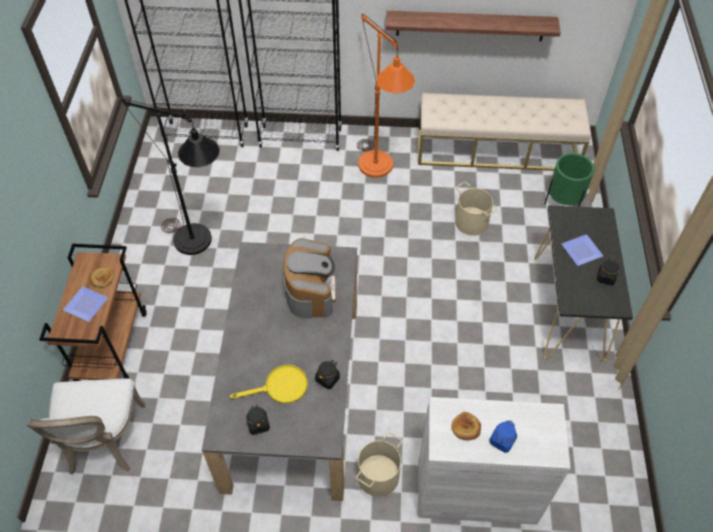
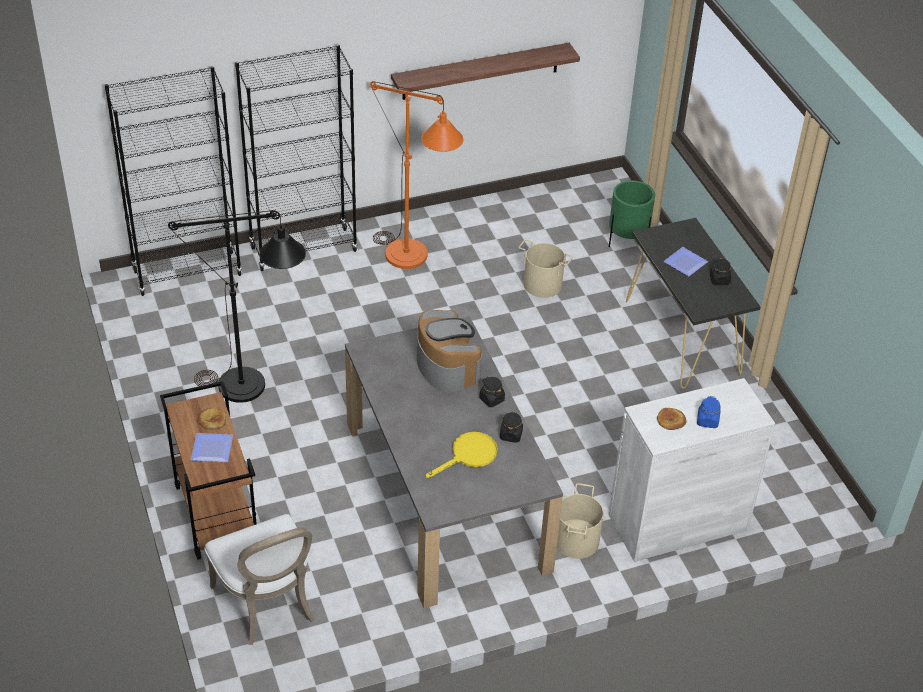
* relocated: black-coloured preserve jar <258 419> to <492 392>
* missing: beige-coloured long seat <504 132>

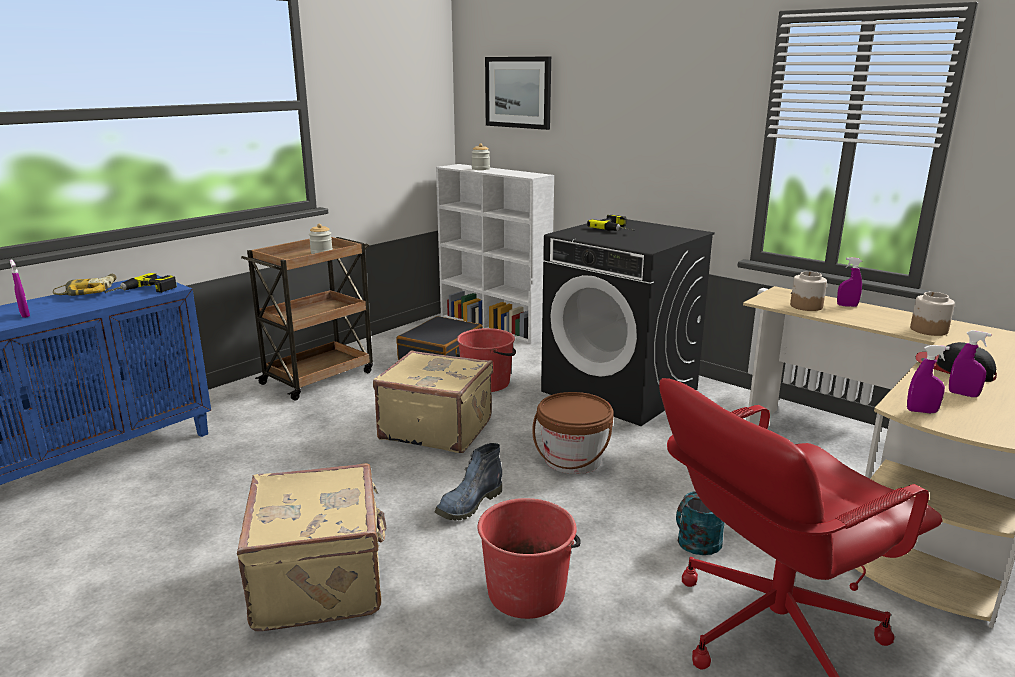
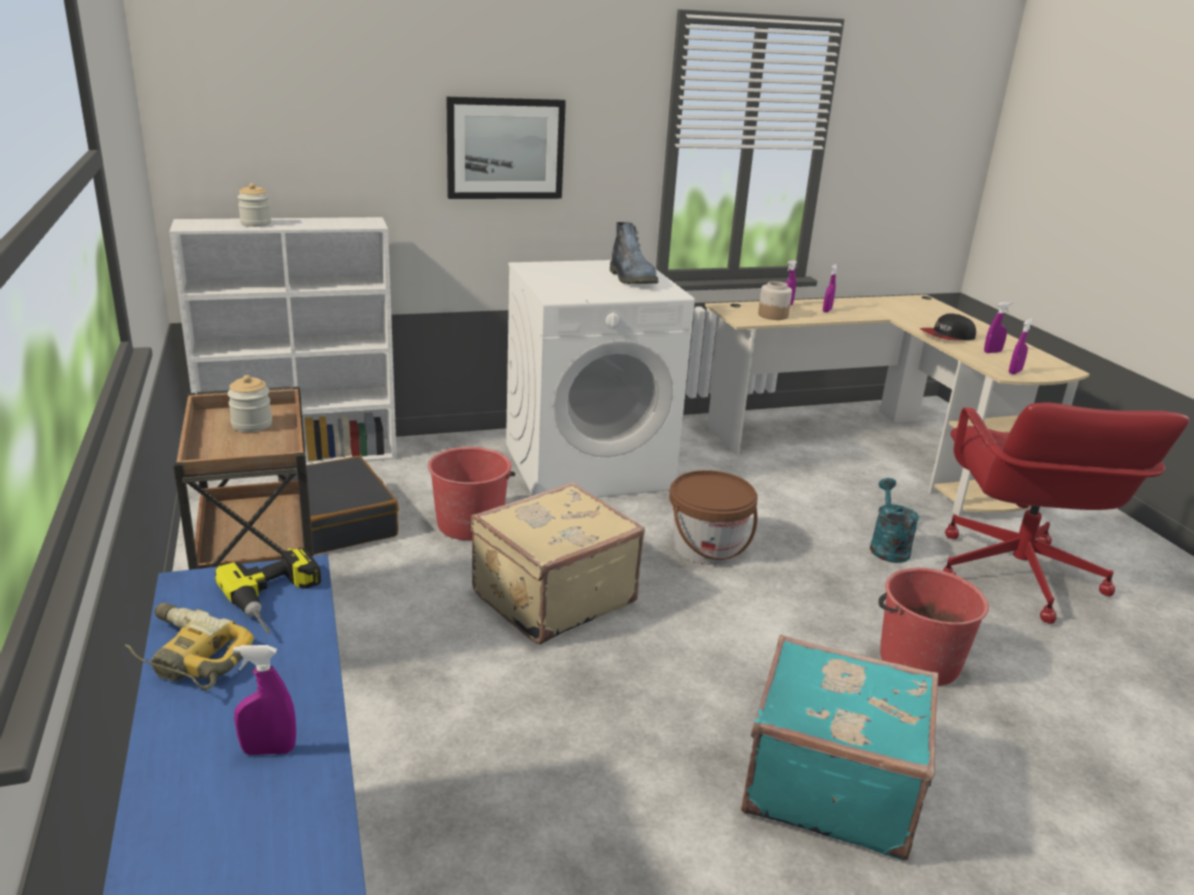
* relocated: wall art <518 93> to <506 148>
* colour: black-coloured laundry machine <628 322> to white laundry machine <600 379>
* relocated: boot <468 482> to <634 253>
* colour: beige-coloured travel case <312 547> to blue-green travel case <840 747>
* appeared: purplish spray bottle <830 288>
* missing: drill <610 223>
* missing: preserve jar <932 314>

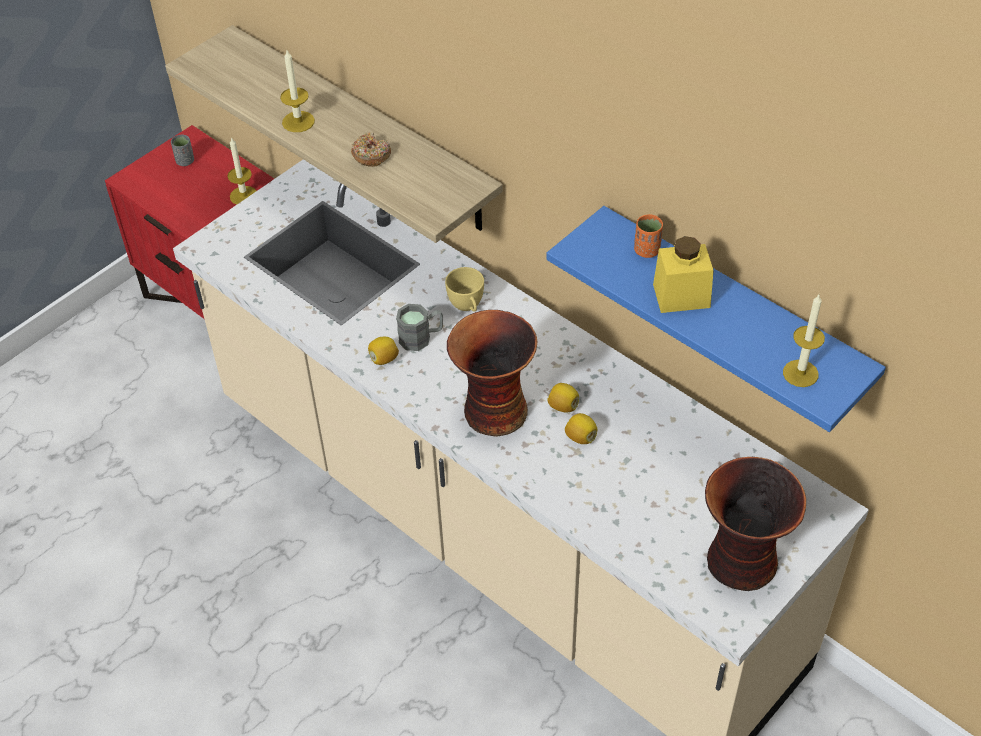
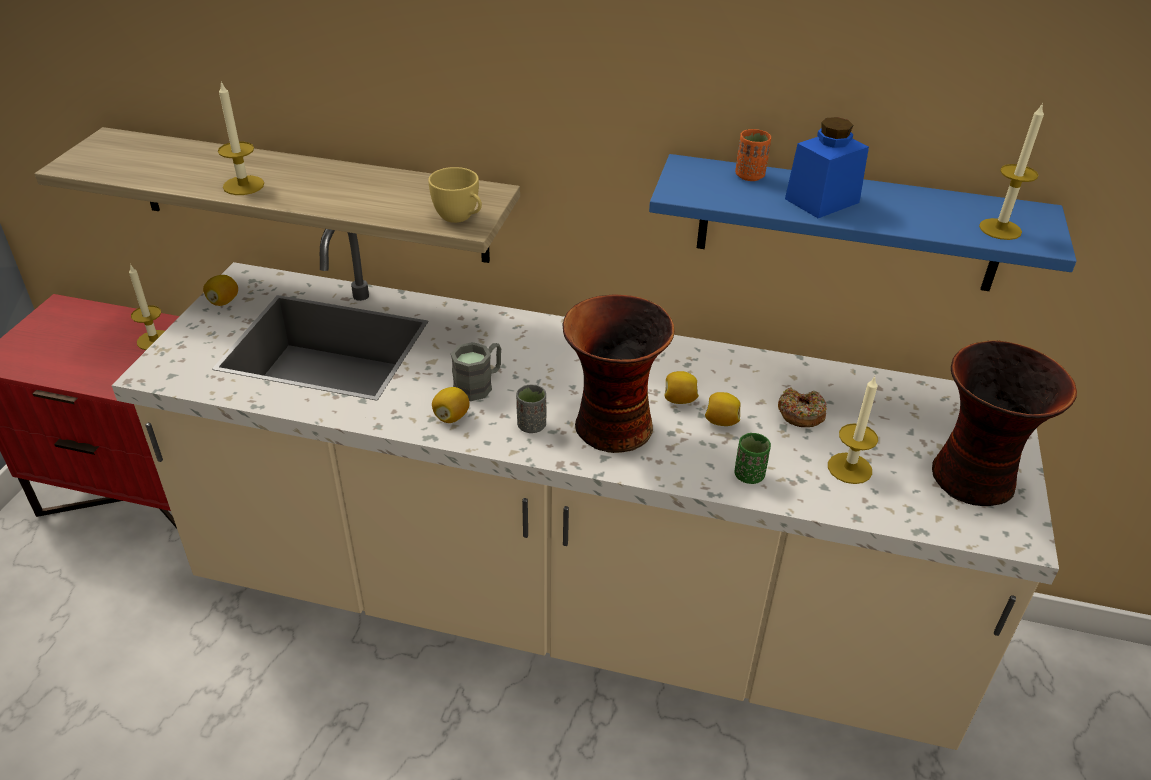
* appeared: citrus fruit <220 290>
* relocated: yellow-coloured drinking cup <464 289> to <455 195>
* relocated: gray drinking cup <182 150> to <531 409>
* appeared: green-coloured drinking cup <753 458>
* relocated: donut <371 149> to <802 407>
* colour: yellow-coloured preserve jar <683 274> to bluish preserve jar <827 167>
* appeared: wax light <853 430>

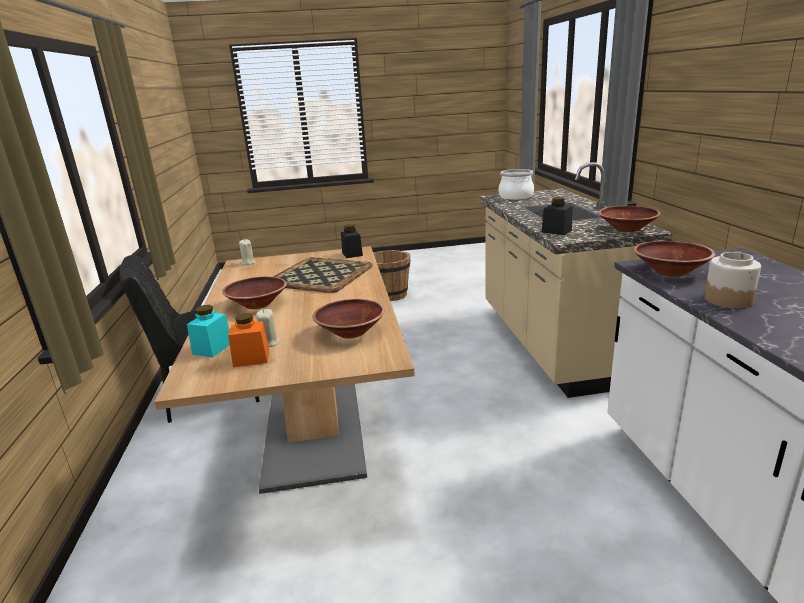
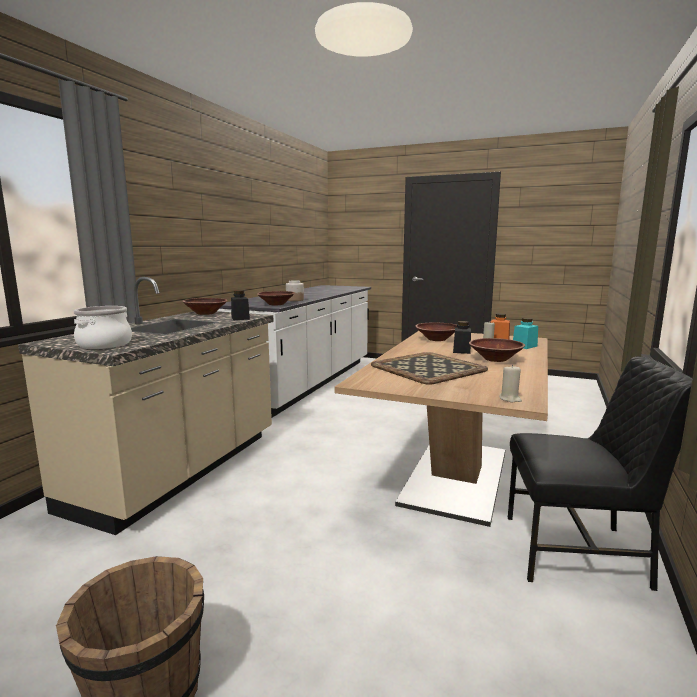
* relocated: black-coloured preserve jar <352 241> to <462 337>

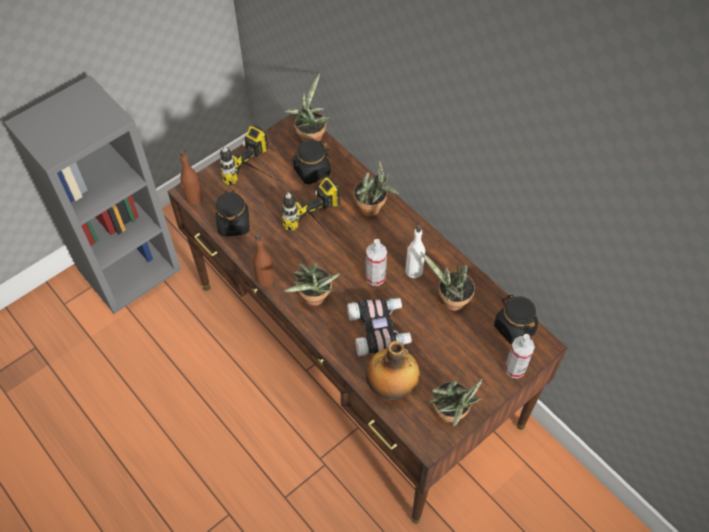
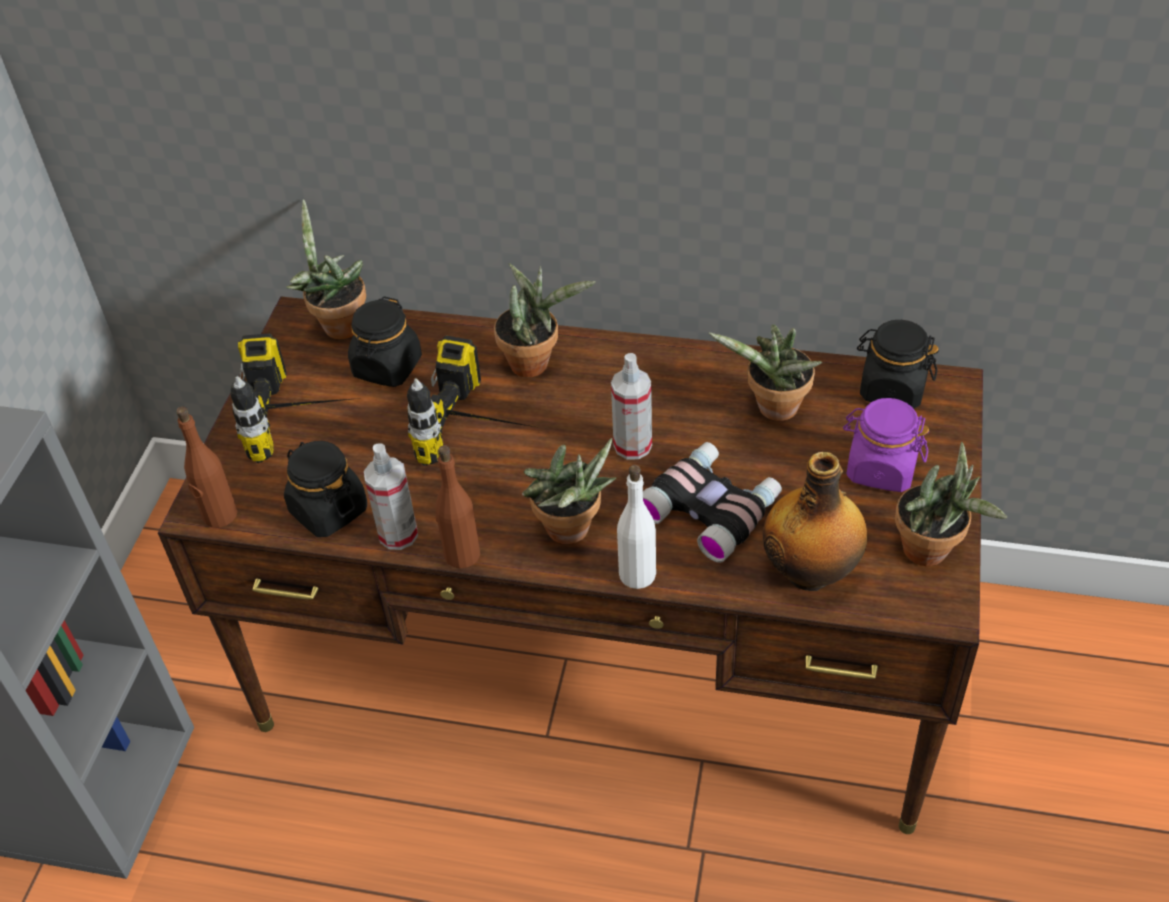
* relocated: spray bottle <519 356> to <391 496>
* relocated: white beverage bottle <415 251> to <636 527>
* appeared: purplish preserve jar <886 445>

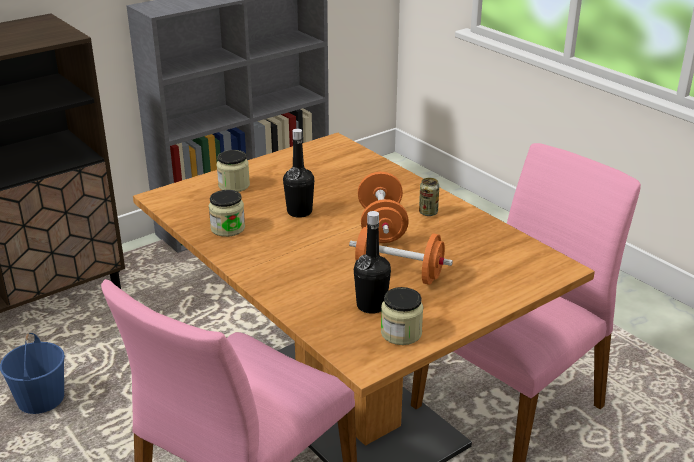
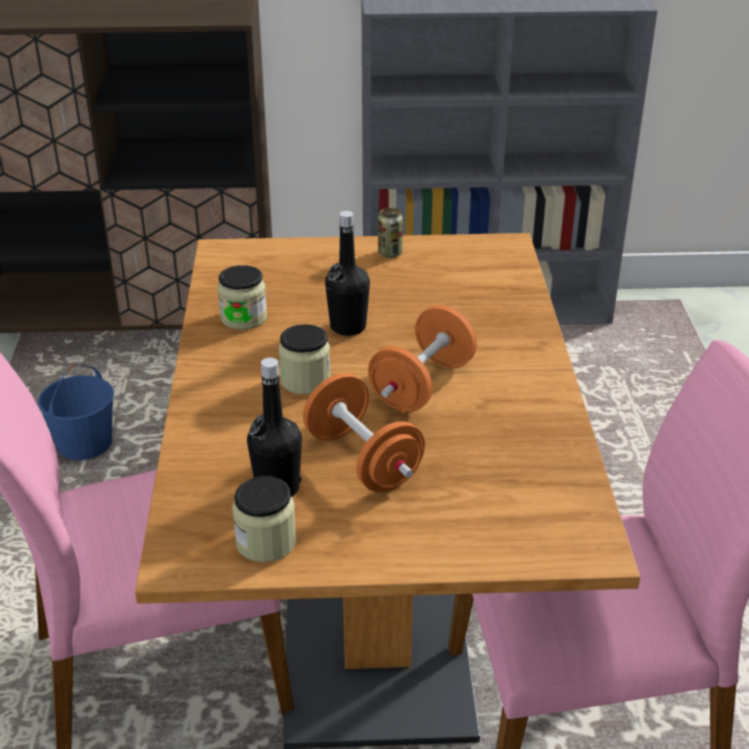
* relocated: preserve jar <233 171> to <305 359>
* relocated: metal can <429 197> to <390 233>

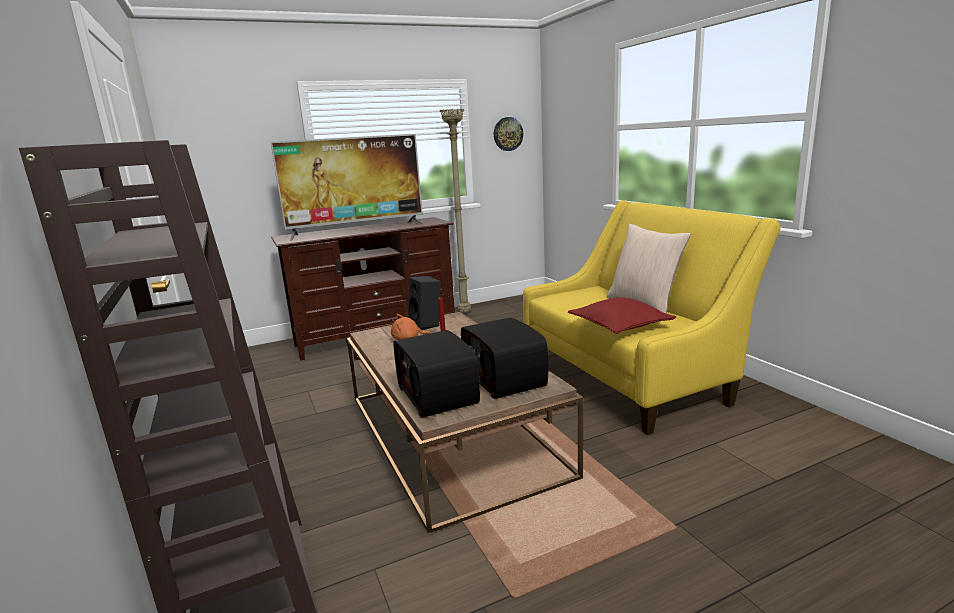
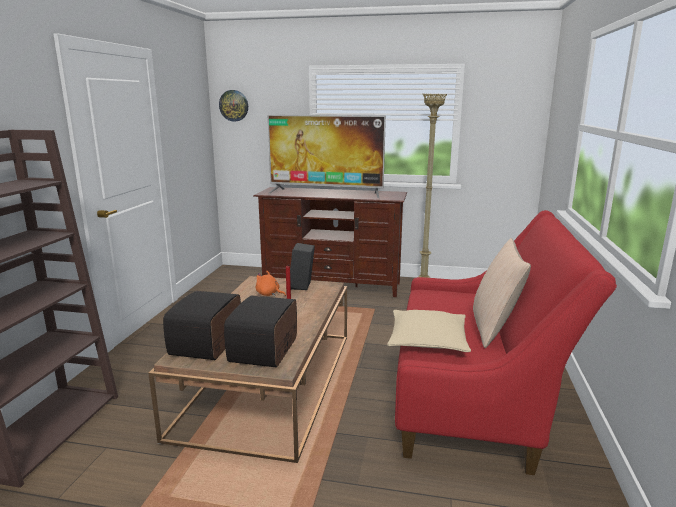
* relocated: wall clock <508 134> to <233 106>
* colour: red-coloured throw pillow <622 315> to beige-coloured throw pillow <429 331>
* colour: yellow-coloured settee <652 318> to red-coloured settee <506 342>

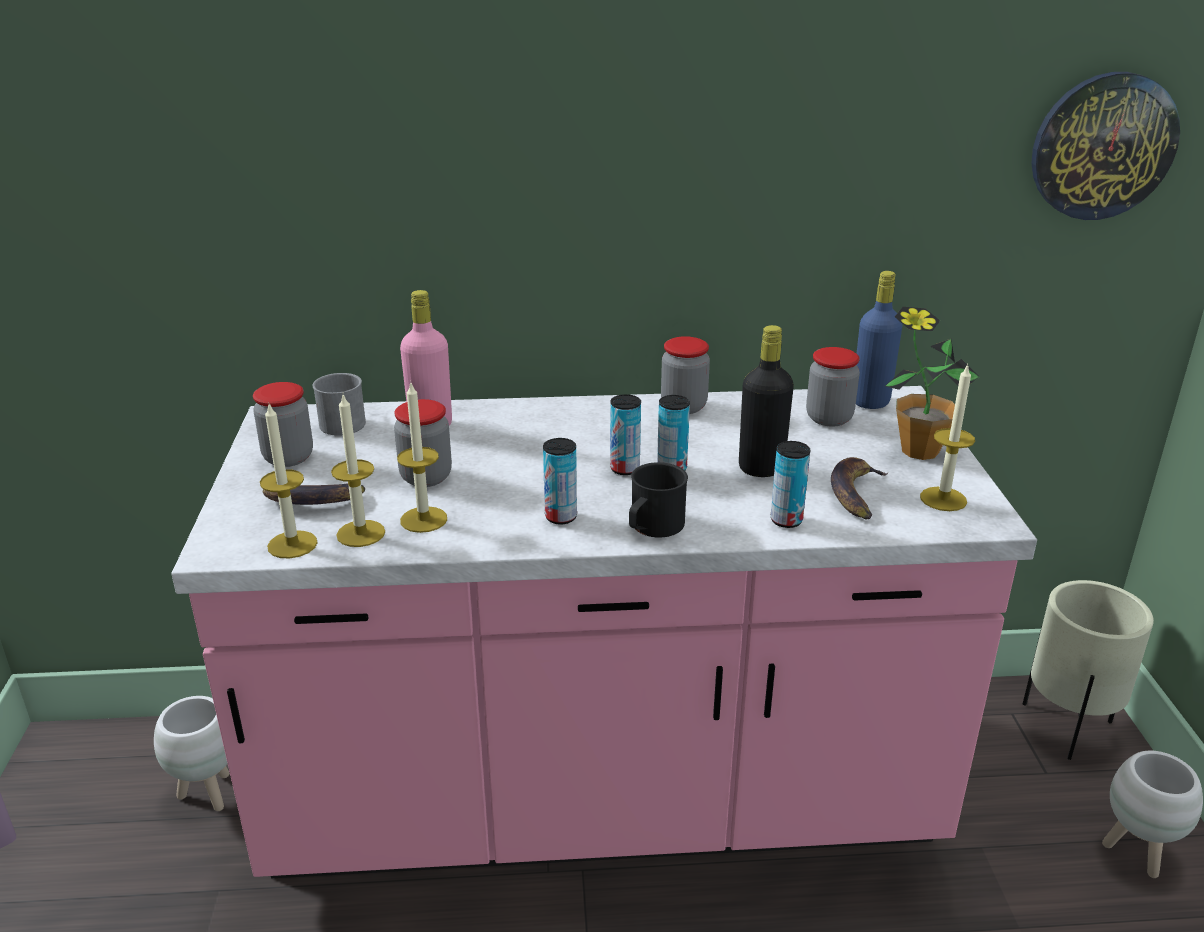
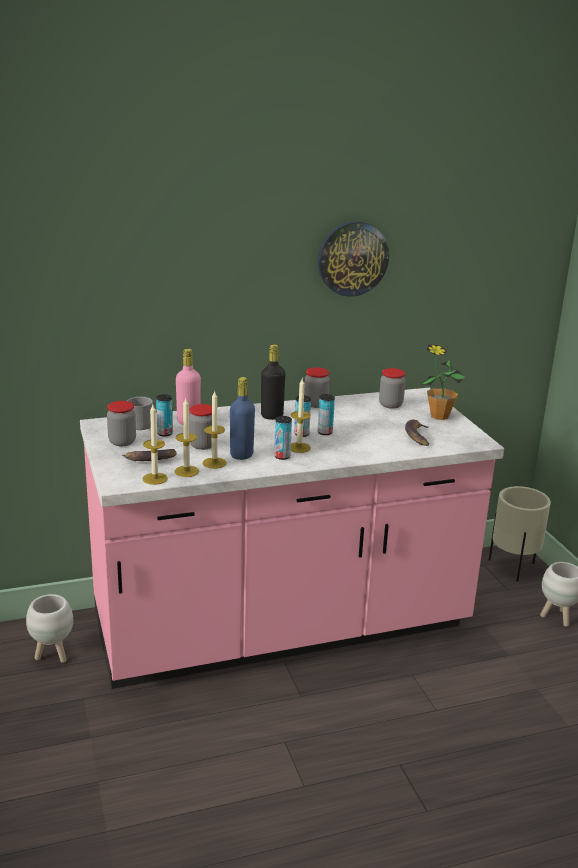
* relocated: metal can <791 484> to <164 415>
* relocated: bluish beverage bottle <879 340> to <242 418>
* relocated: black-coloured beverage bottle <766 401> to <273 382>
* relocated: wax light <947 437> to <301 416>
* relocated: wall clock <1105 146> to <353 259>
* missing: black-coloured tea mug <658 500>

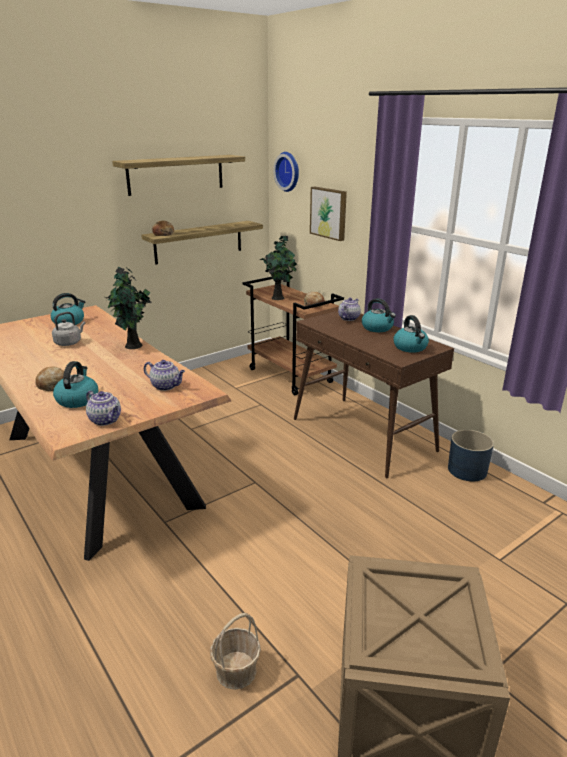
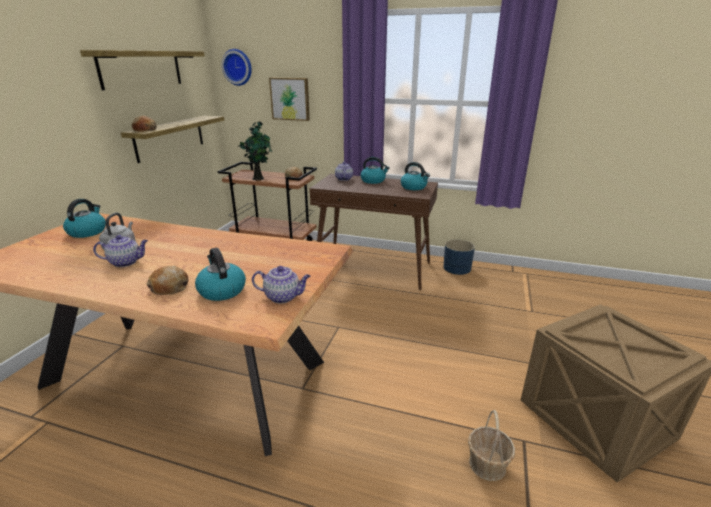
* relocated: tea pot <164 375> to <120 251>
* missing: plant in a pot <128 308>

